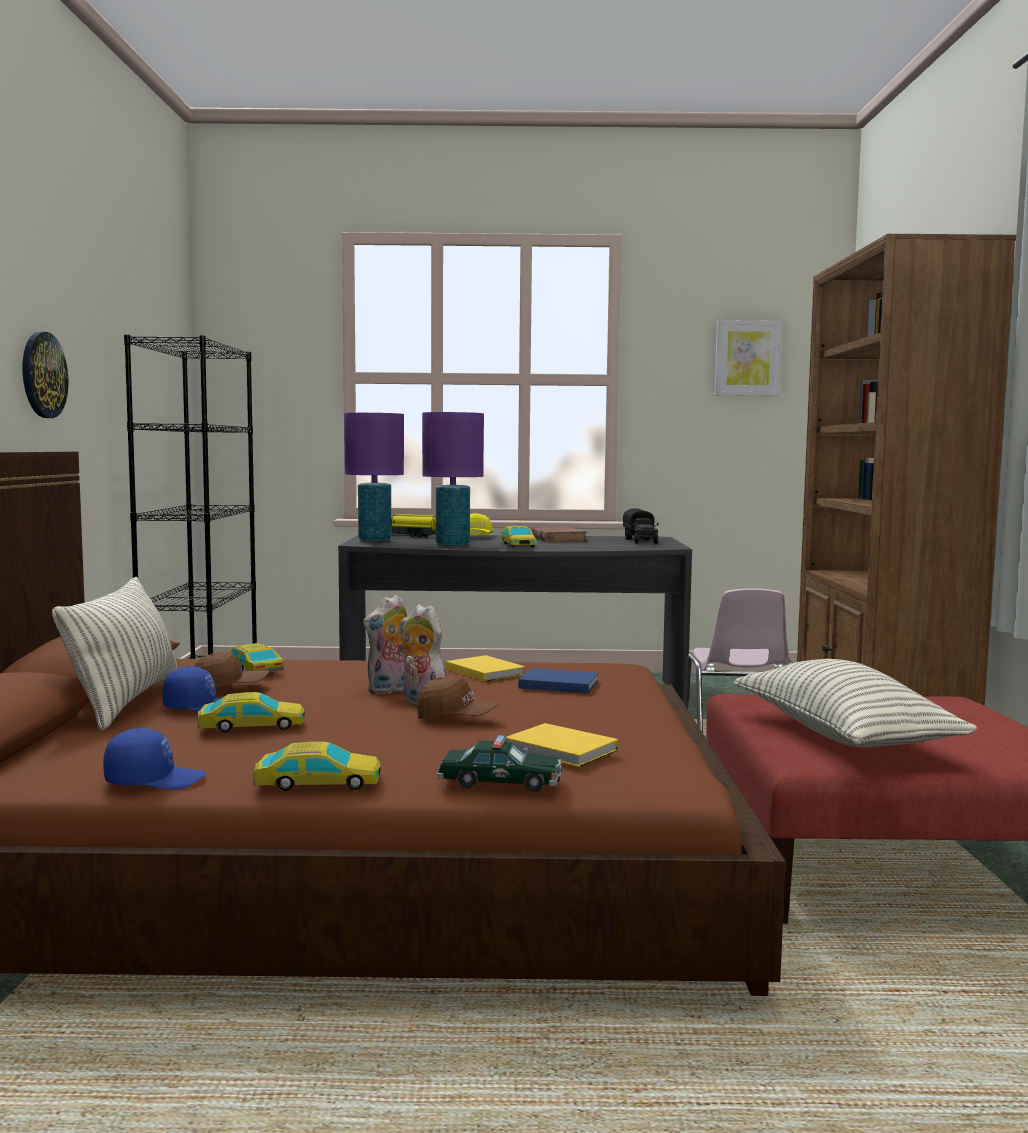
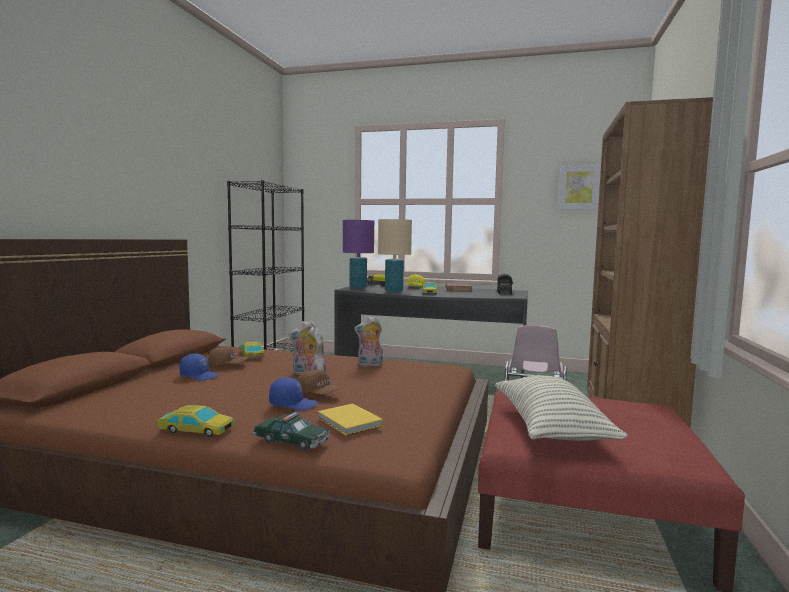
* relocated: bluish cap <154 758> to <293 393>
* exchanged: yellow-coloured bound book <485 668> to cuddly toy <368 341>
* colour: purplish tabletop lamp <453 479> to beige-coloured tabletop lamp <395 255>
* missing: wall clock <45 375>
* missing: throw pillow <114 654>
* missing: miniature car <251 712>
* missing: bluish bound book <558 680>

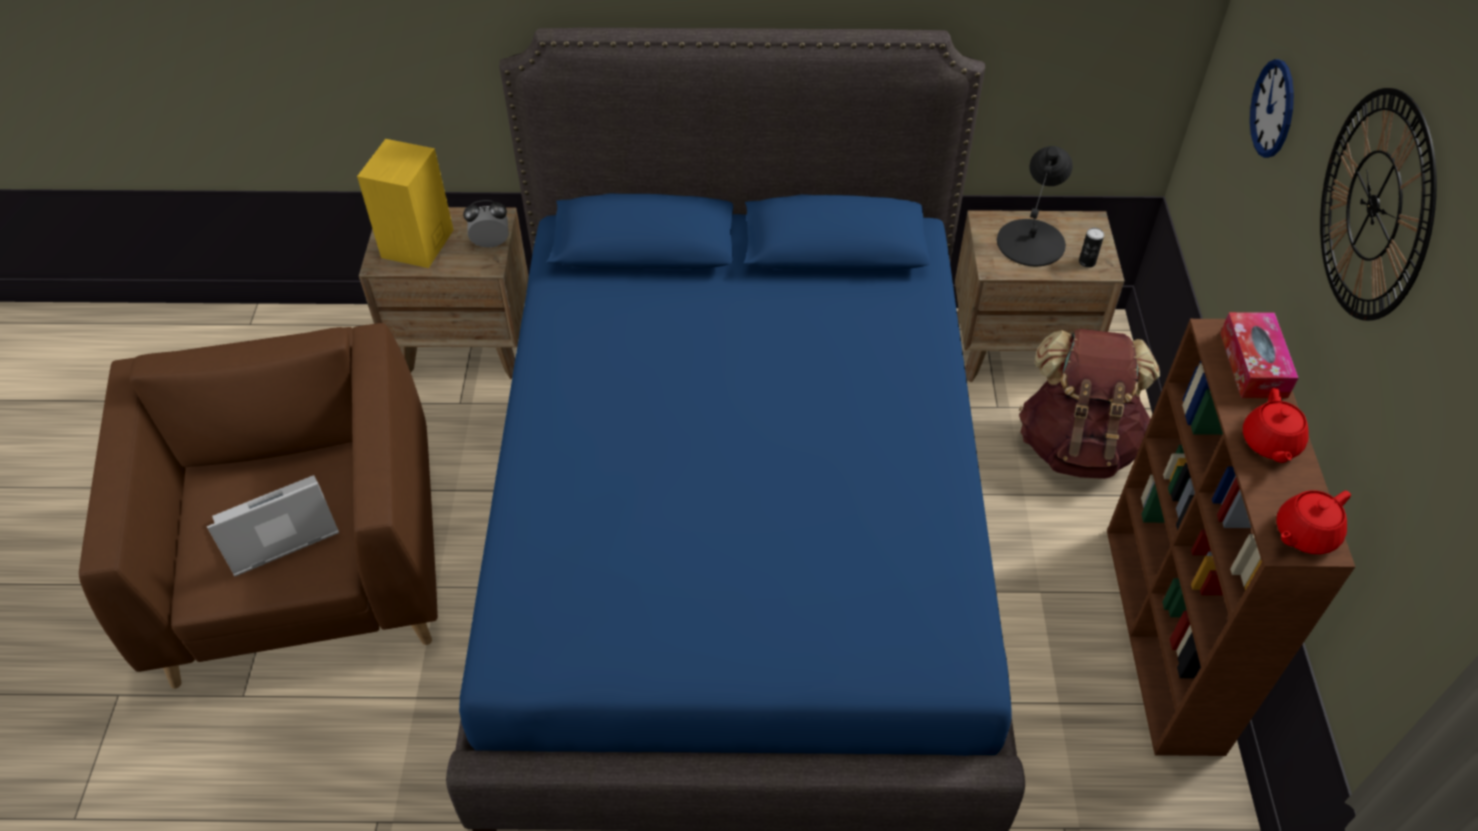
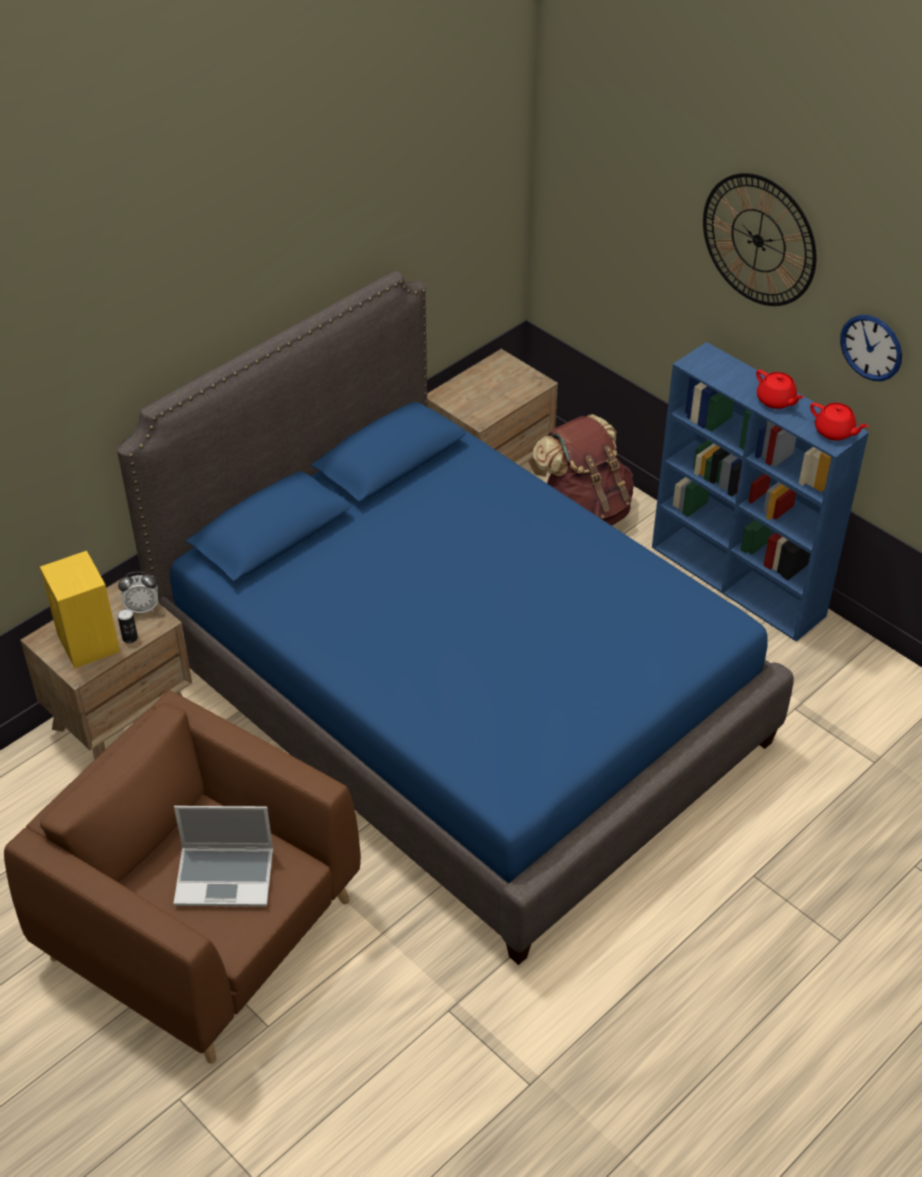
* relocated: metal can <1091 248> to <127 626>
* spun: bedside clock <485 224> = <138 592> 135 degrees counterclockwise
* spun: notebook computer <273 525> = <223 856> 105 degrees counterclockwise
* colour: brownish bookshelf <1231 537> to bluish bookshelf <760 492>
* spun: red-coloured tea pot <1313 522> = <839 421> 60 degrees counterclockwise
* relocated: wall clock <1272 108> to <871 348>
* missing: black-coloured tabletop lamp <1035 206>
* missing: tissue holder <1259 355>

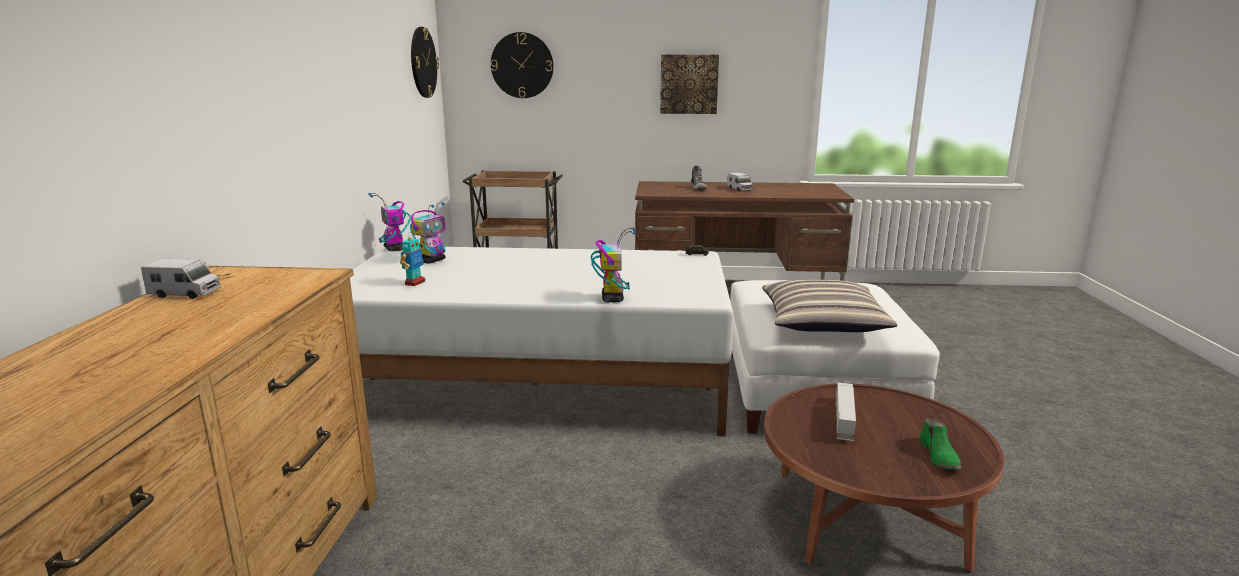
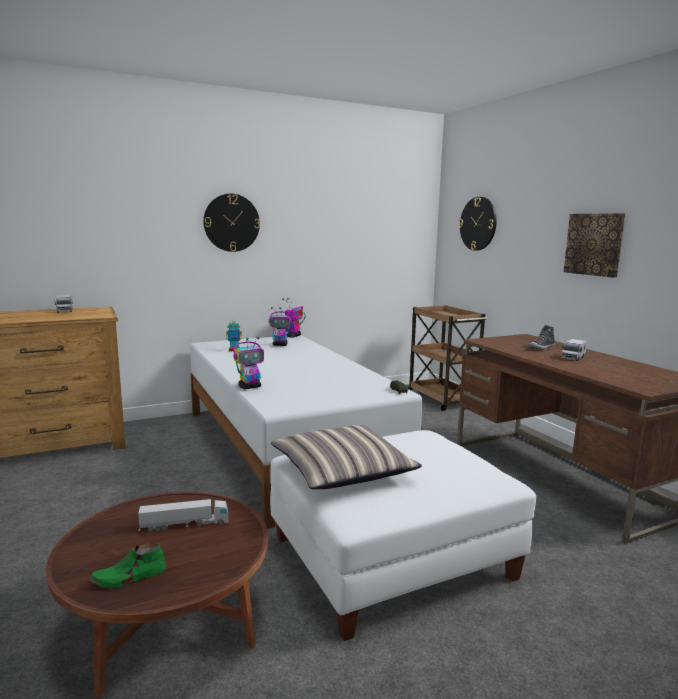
* relocated: wall clock <425 62> to <231 223>

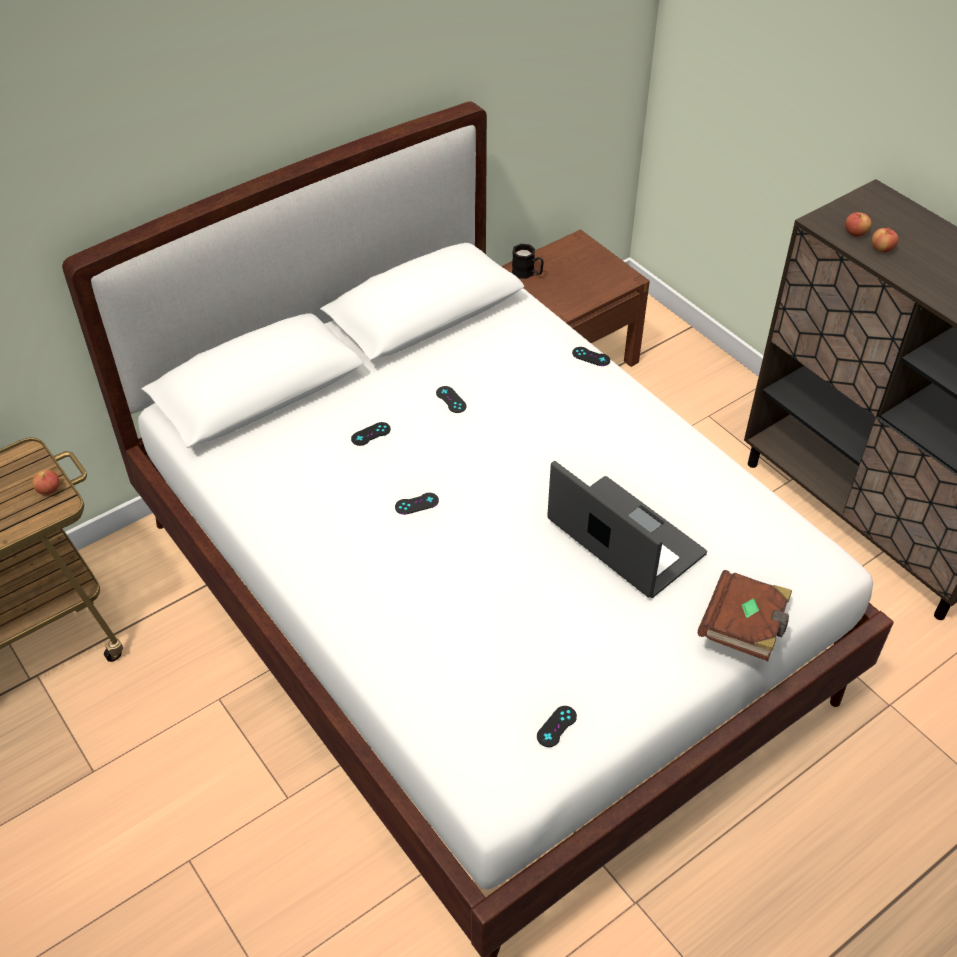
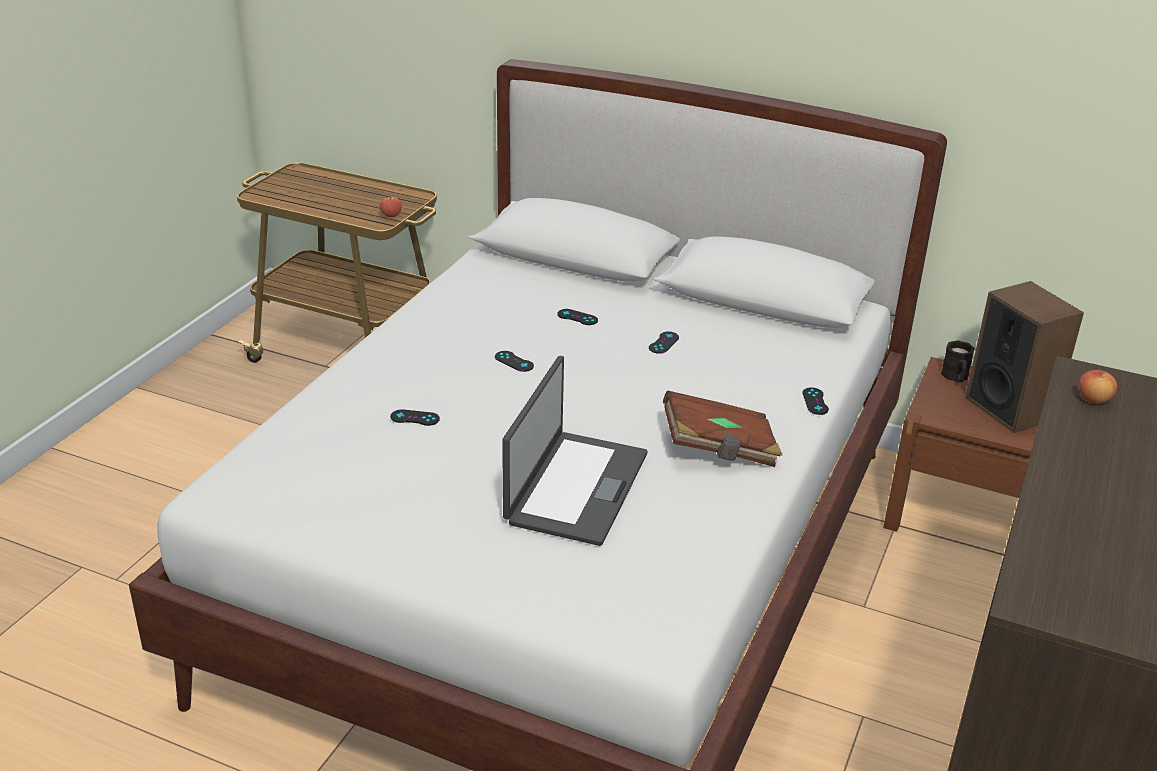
* relocated: black-coloured joypad <557 726> to <415 417>
* relocated: brownish bound book <745 615> to <723 429>
* appeared: speaker <1024 357>
* missing: whole apple <885 240>

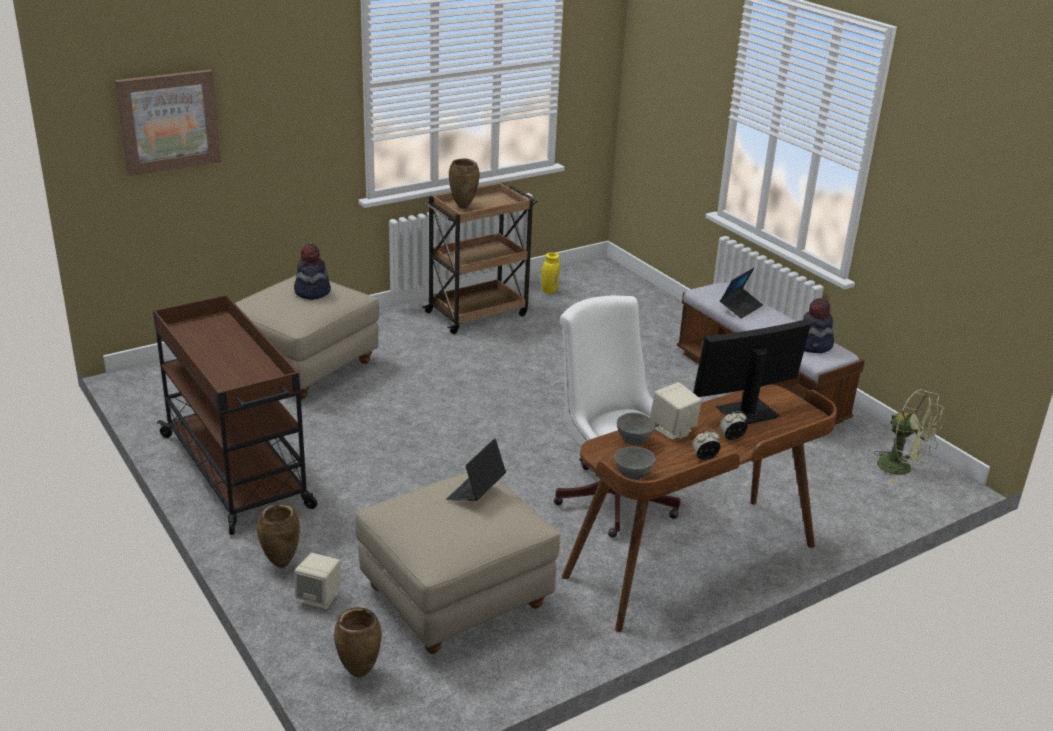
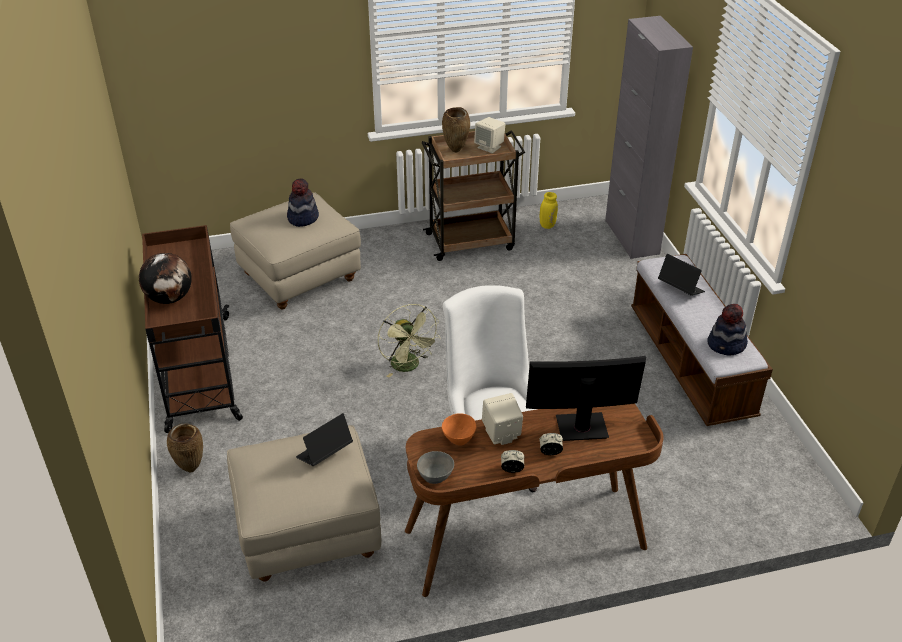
* appeared: world globe <165 278>
* relocated: green-coloured cooling fan <908 436> to <409 340>
* colour: gray bowl <636 429> to orange bowl <459 429>
* relocated: beige-coloured speaker <317 581> to <489 135>
* appeared: gray cupboard <649 137>
* spun: notebook computer <741 293> = <681 275> 105 degrees counterclockwise
* missing: wall art <168 122>
* missing: brownish decorative vase <358 642>

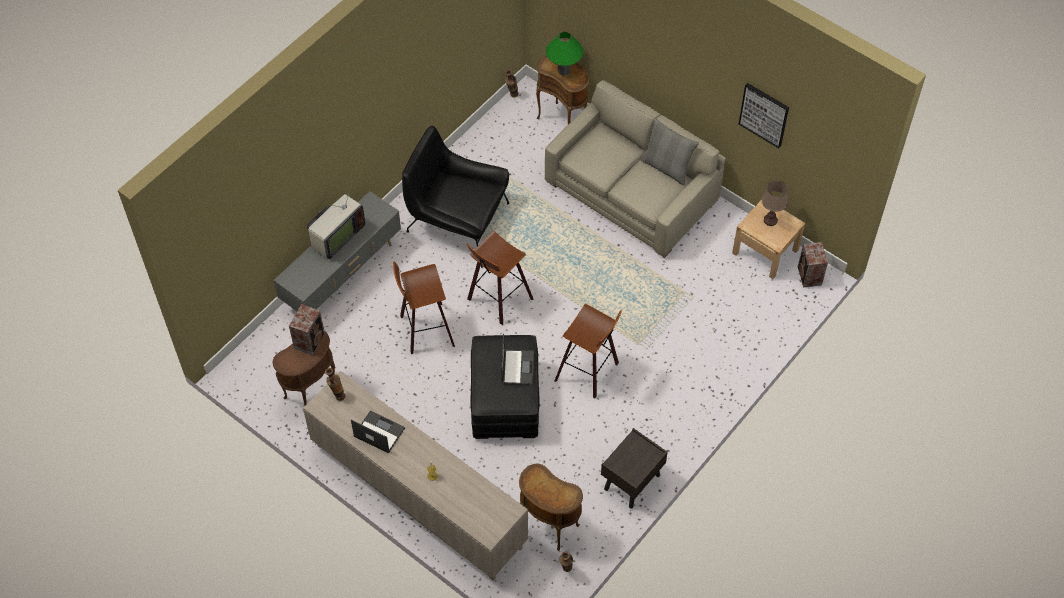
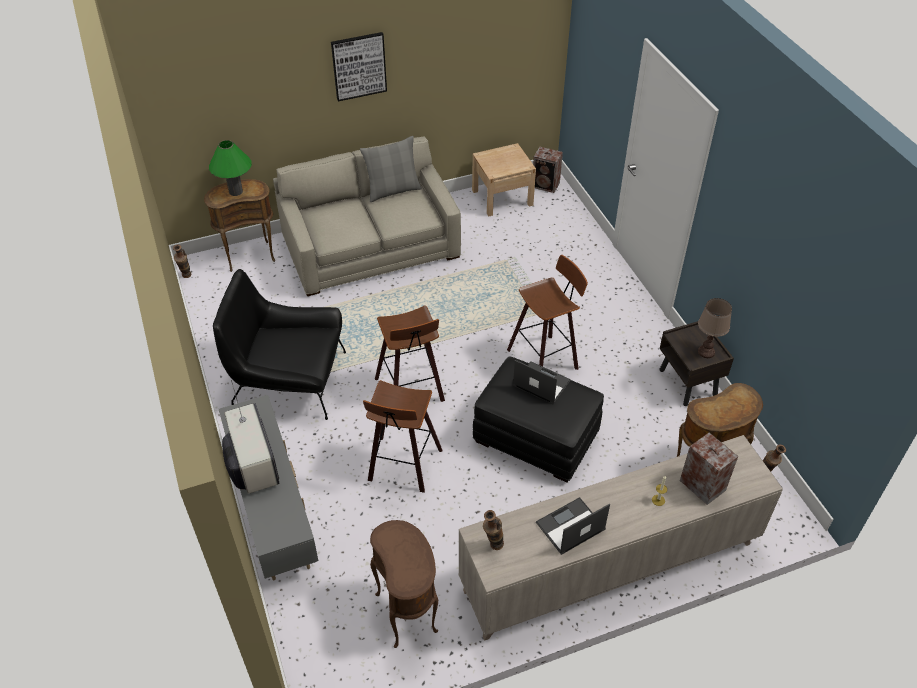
* spun: black-coloured lounge chair <455 186> = <279 344> 45 degrees clockwise
* relocated: wall art <764 115> to <359 66>
* relocated: speaker <307 329> to <709 468>
* relocated: brownish tabletop lamp <775 203> to <715 328>

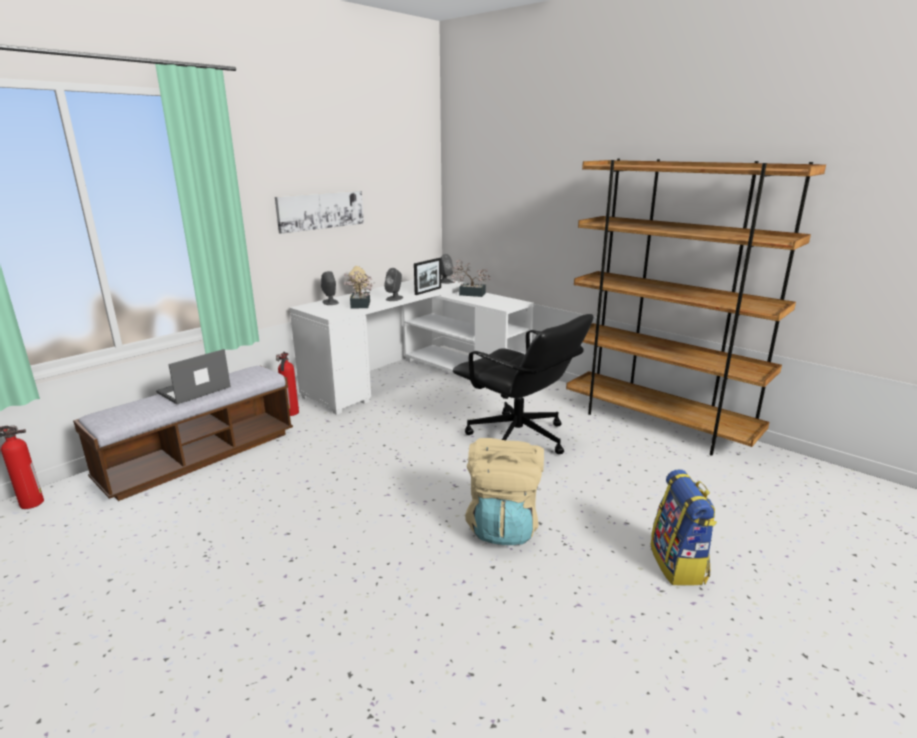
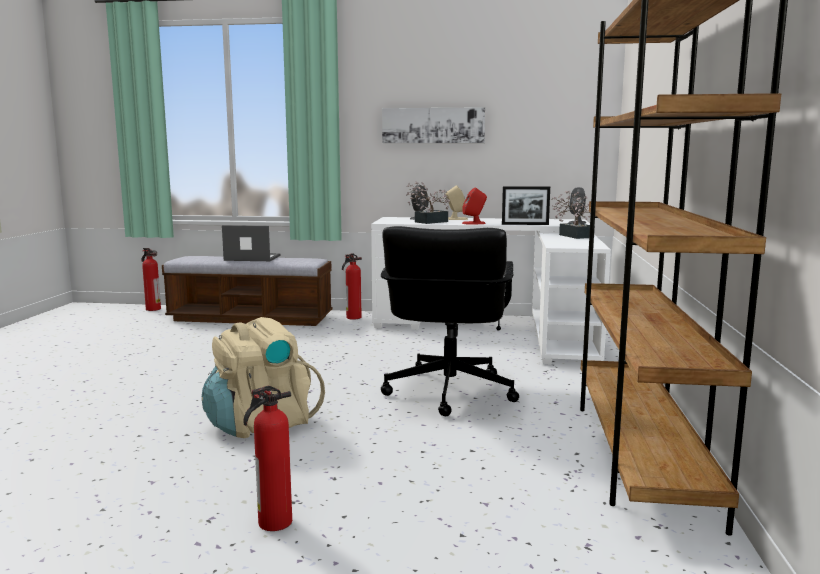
* exchanged: knapsack <684 528> to fire-fighting cylinder <268 458>
* colour: gray speaker <393 284> to red-coloured speaker <474 206>

